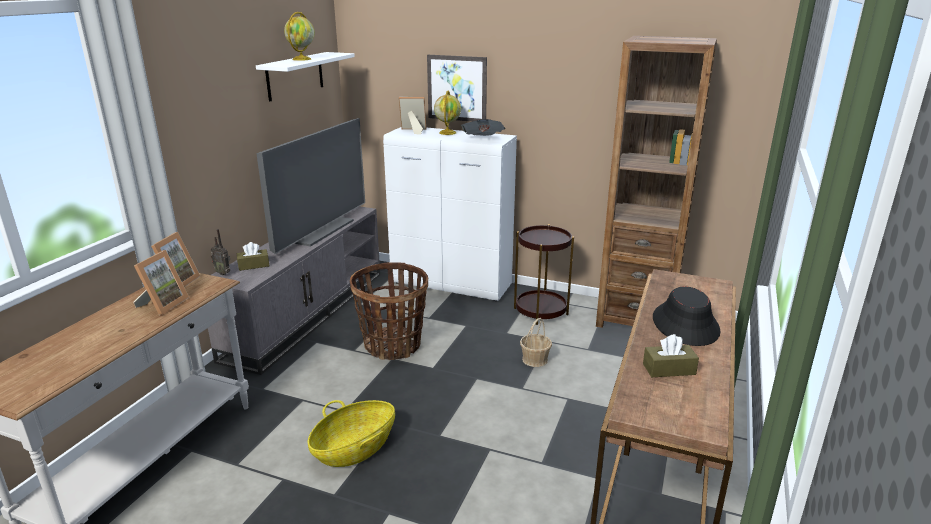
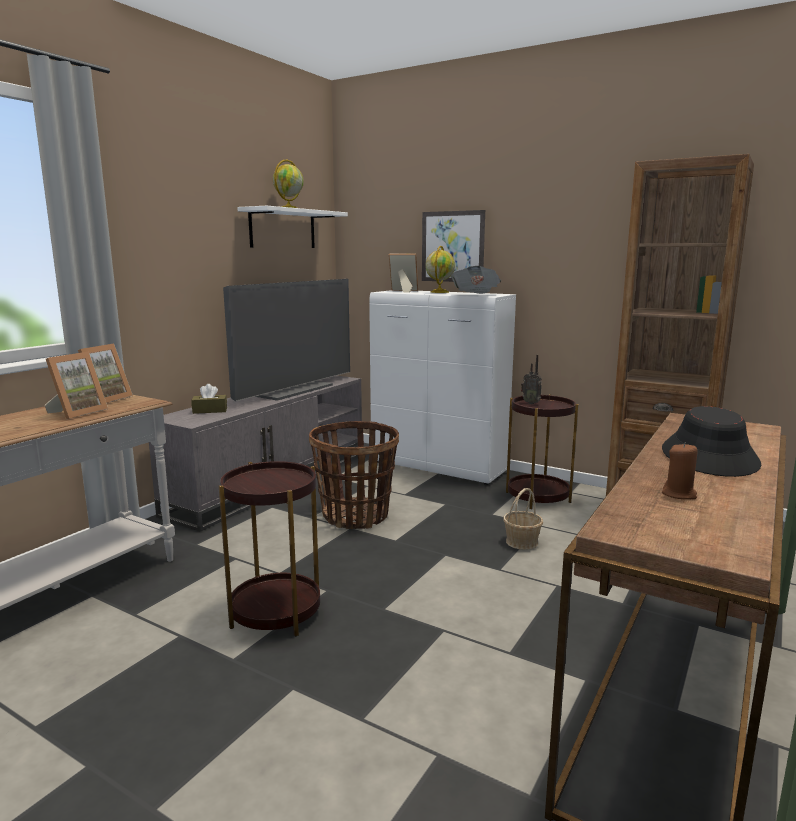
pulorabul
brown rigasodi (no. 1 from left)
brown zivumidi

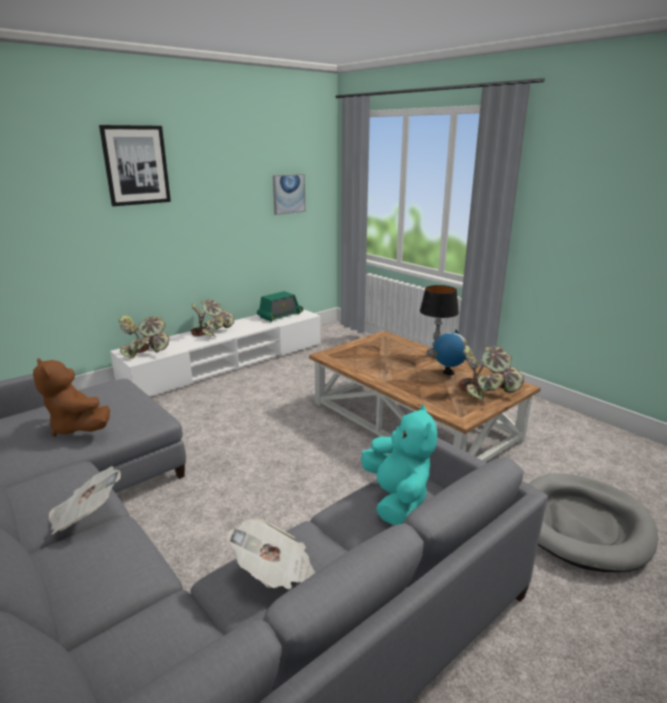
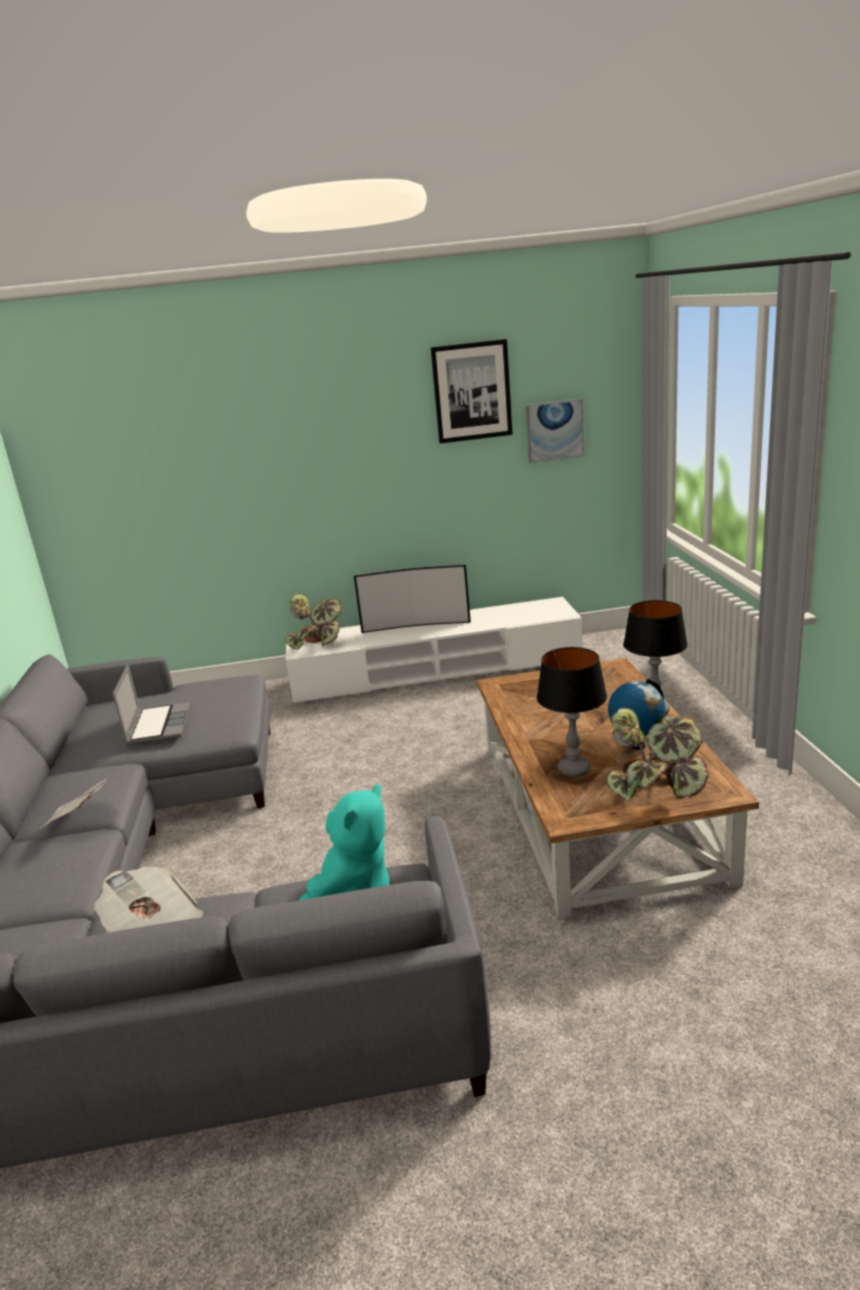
pulorabul
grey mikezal
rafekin (no. 1 from left)
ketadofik (no. 1 from left)
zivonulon
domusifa

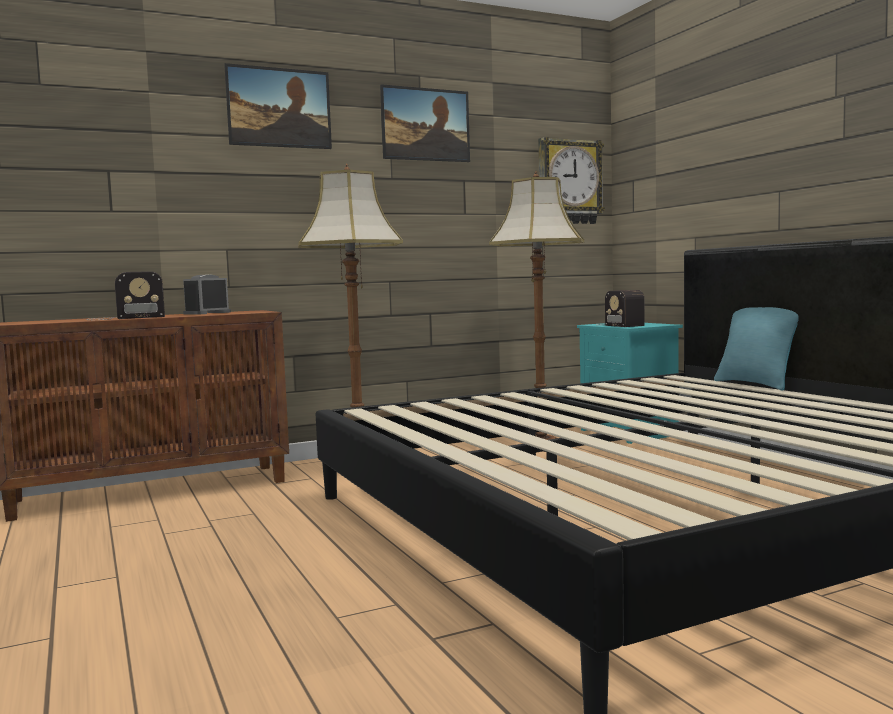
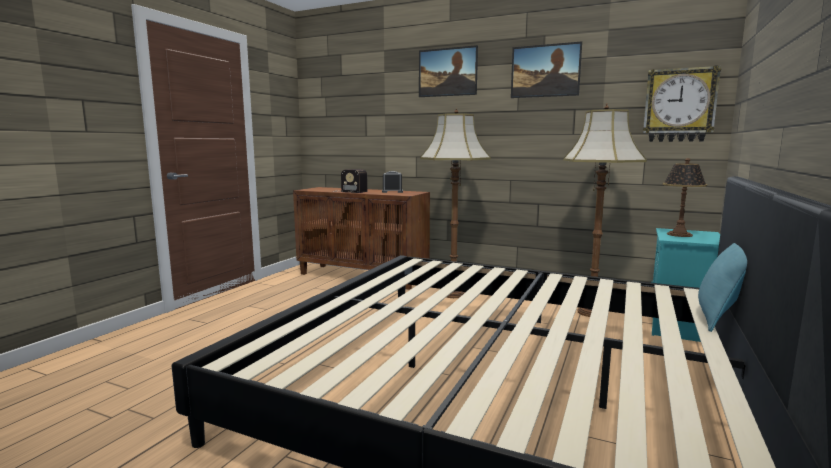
rafekin

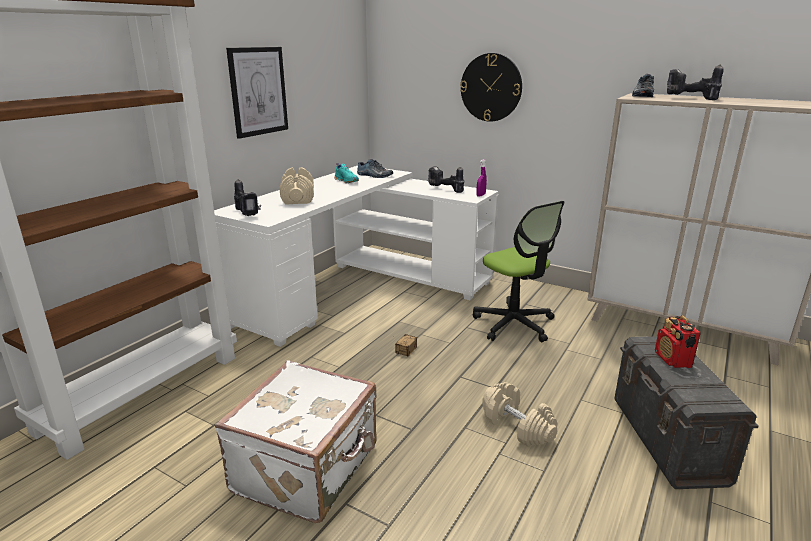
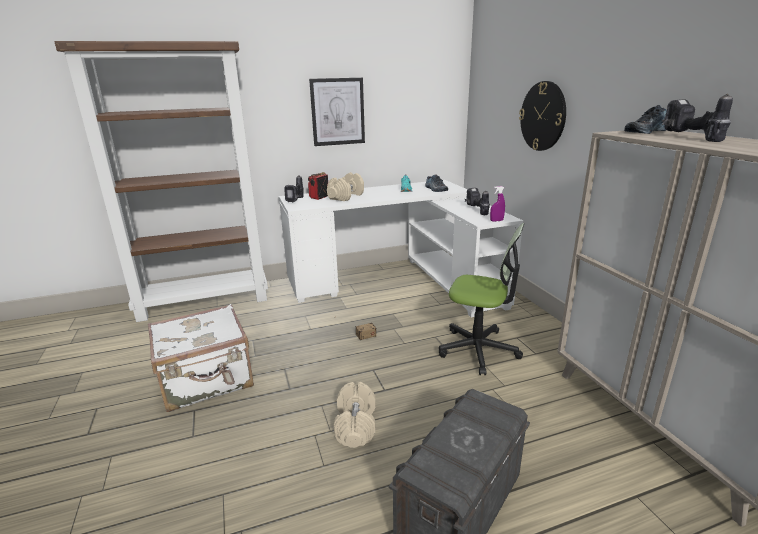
pulorabul
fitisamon

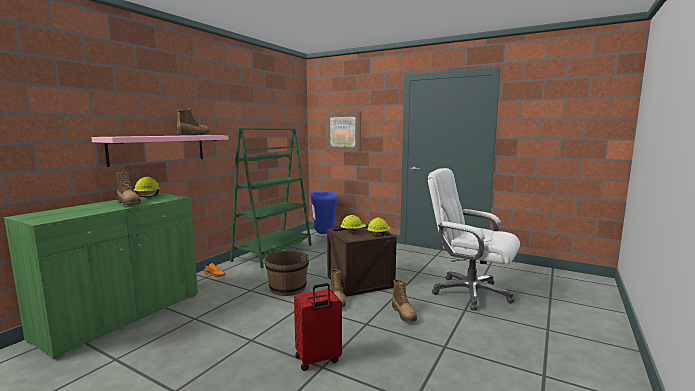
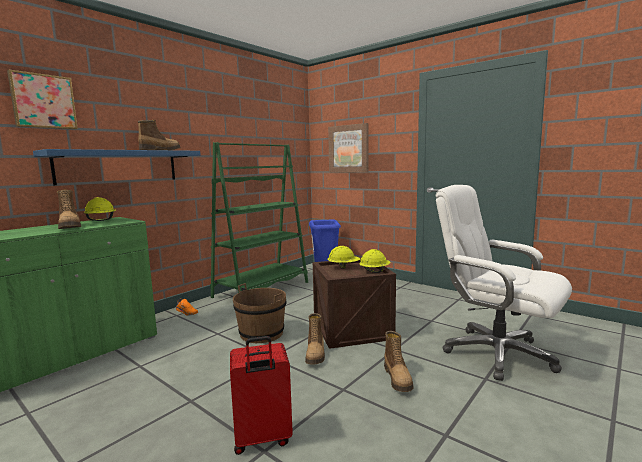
ketadofik (no. 1 from left)
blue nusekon

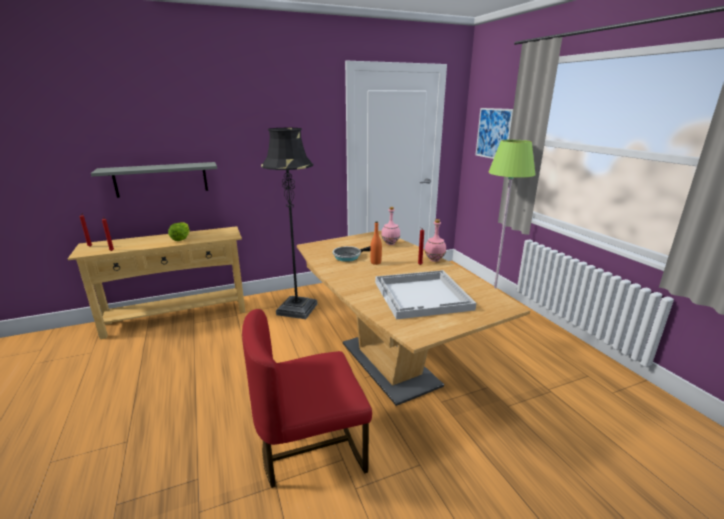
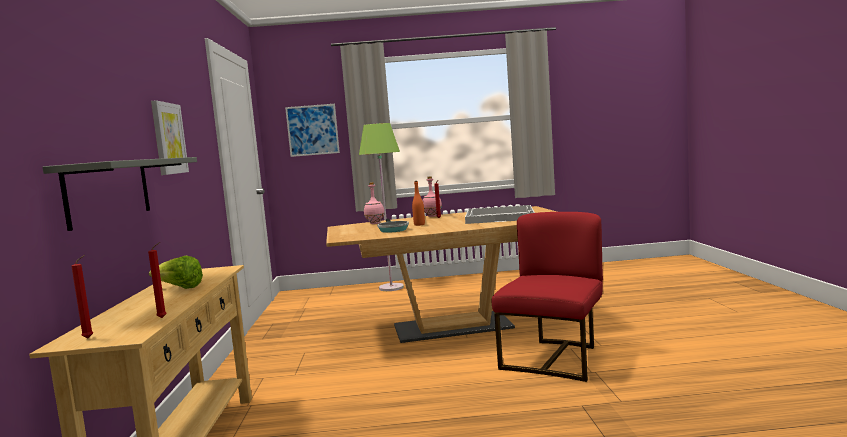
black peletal
ketadofik (no. 1 from left)
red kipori

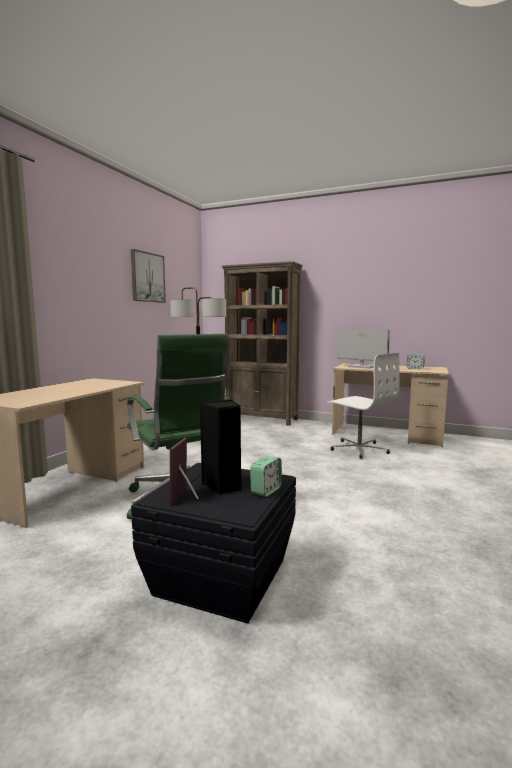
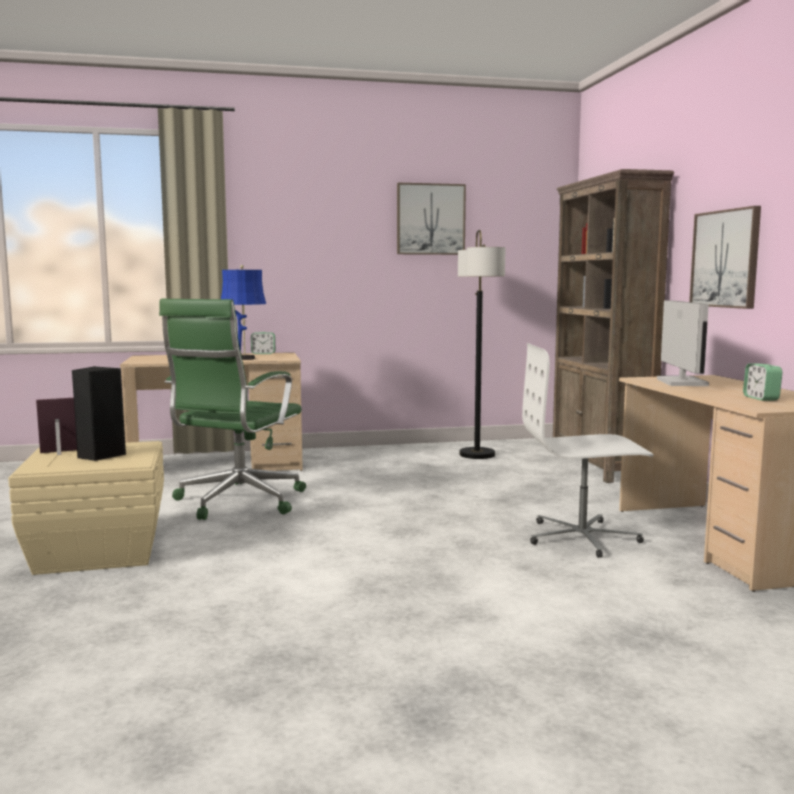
blue rafekin
ketadofik (no. 2 from left)
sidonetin (no. 1 from left)
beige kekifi
white fitisamon

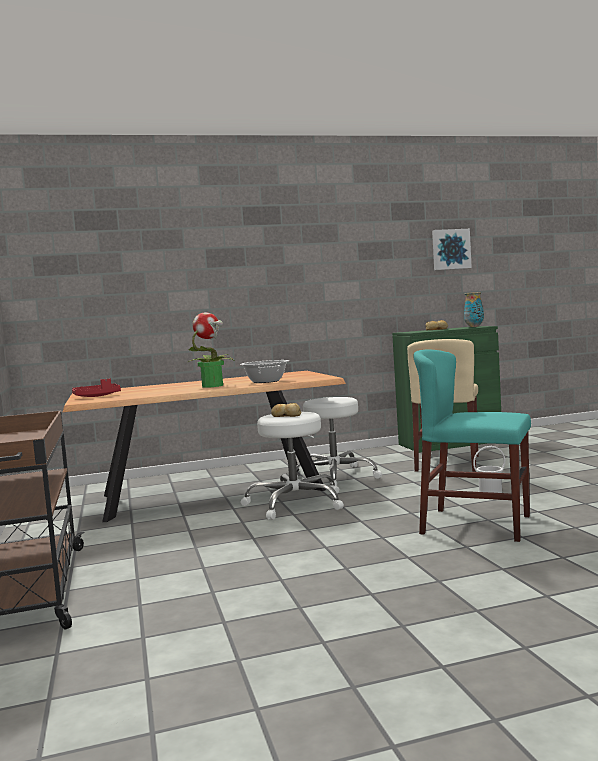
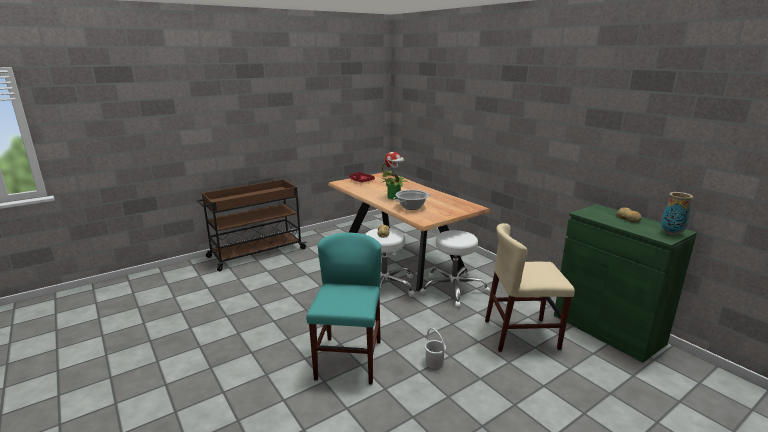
ketadofik

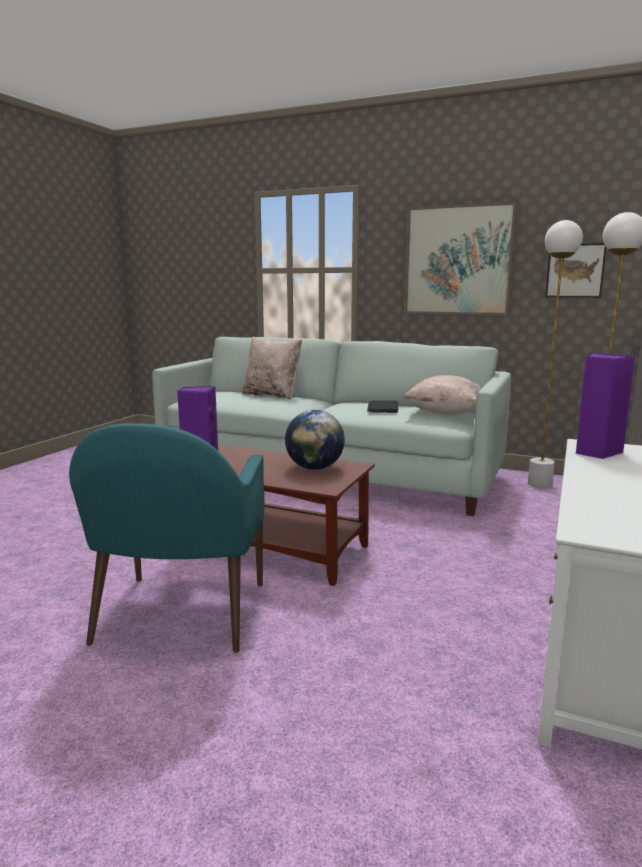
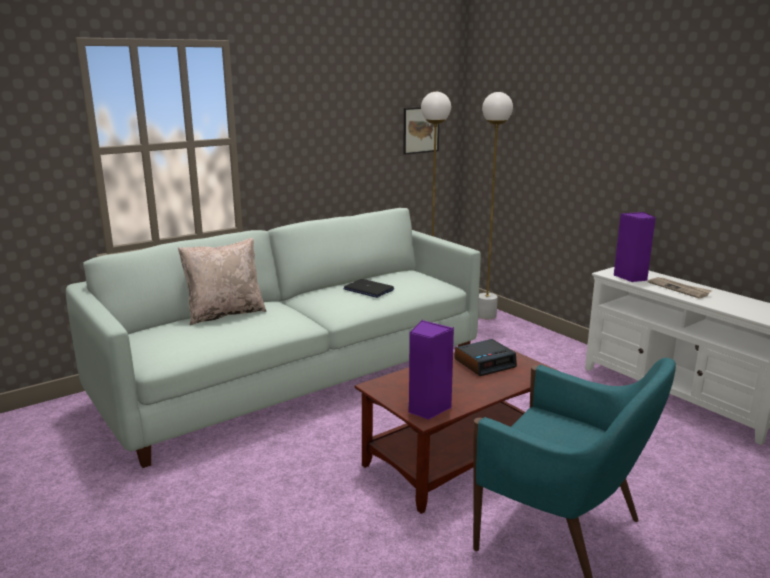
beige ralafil (no. 2 from left in the first image)
ketadofik (no. 1 from left in the first image)
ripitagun
sidonetin

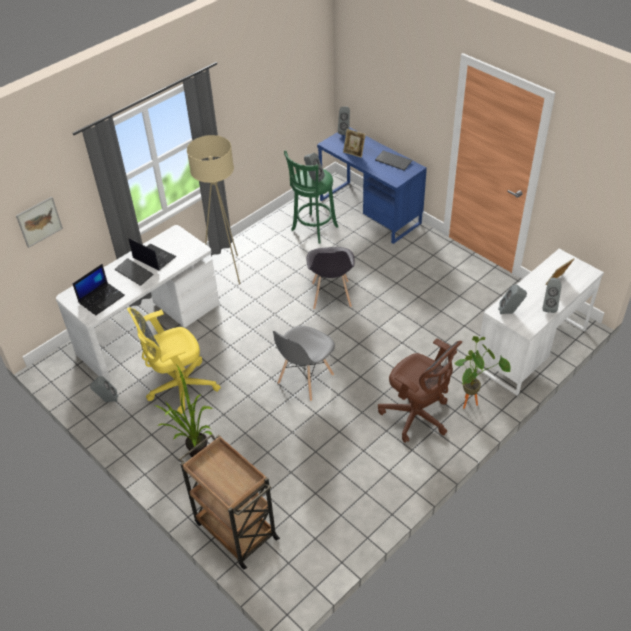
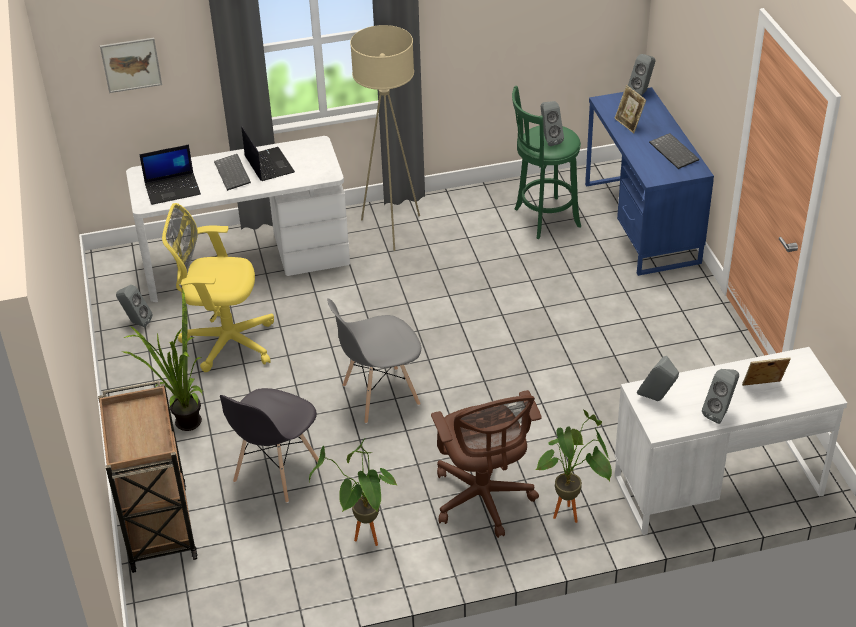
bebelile (no. 2 from left)
grey kipori (no. 1 from left)

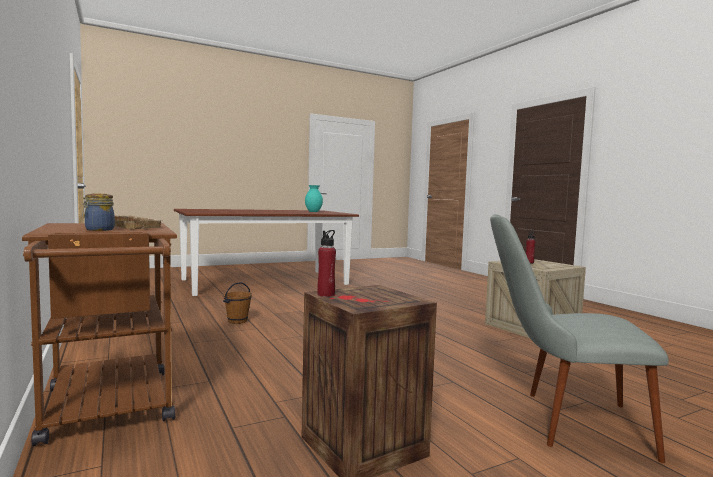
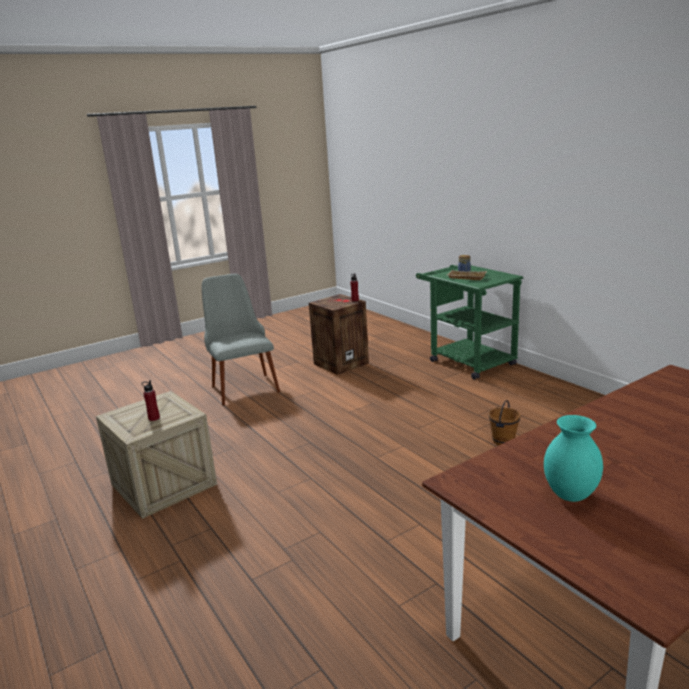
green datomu
grey kipori

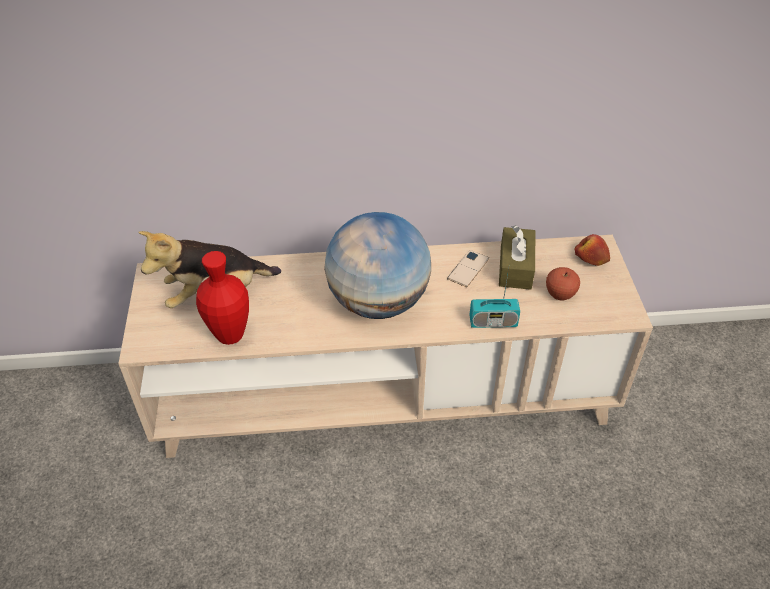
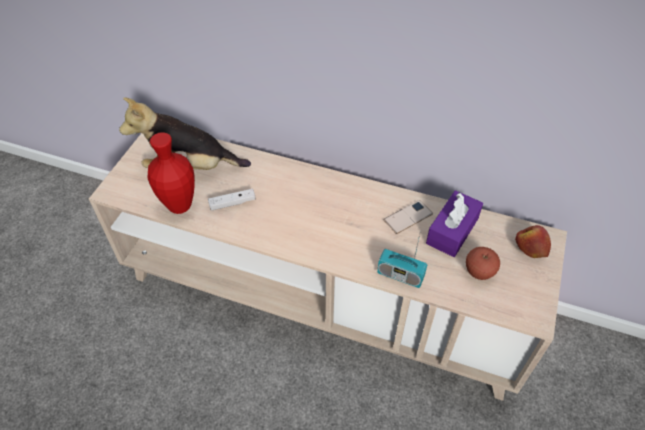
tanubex
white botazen
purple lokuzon

